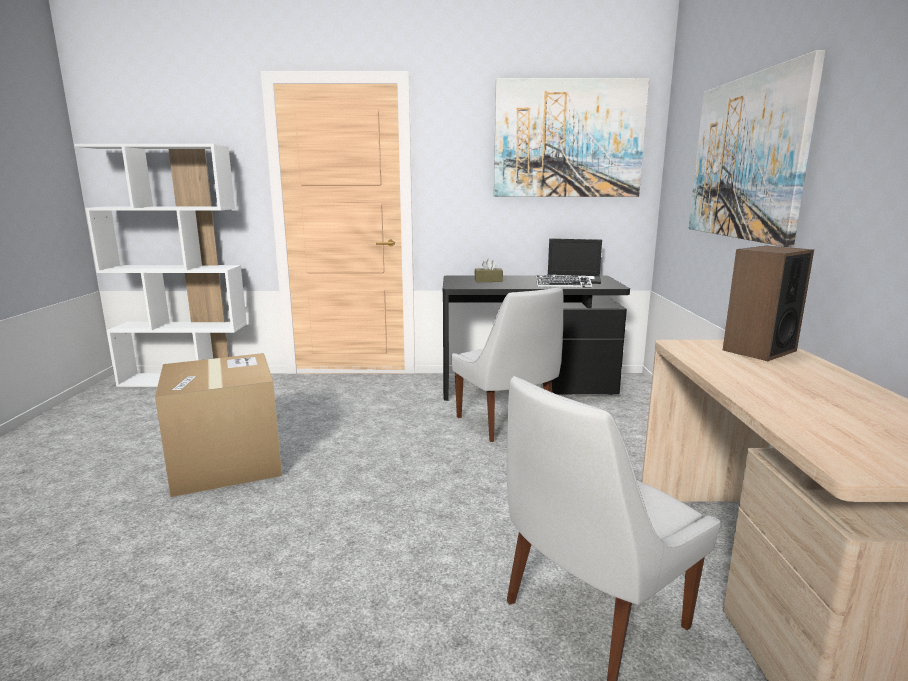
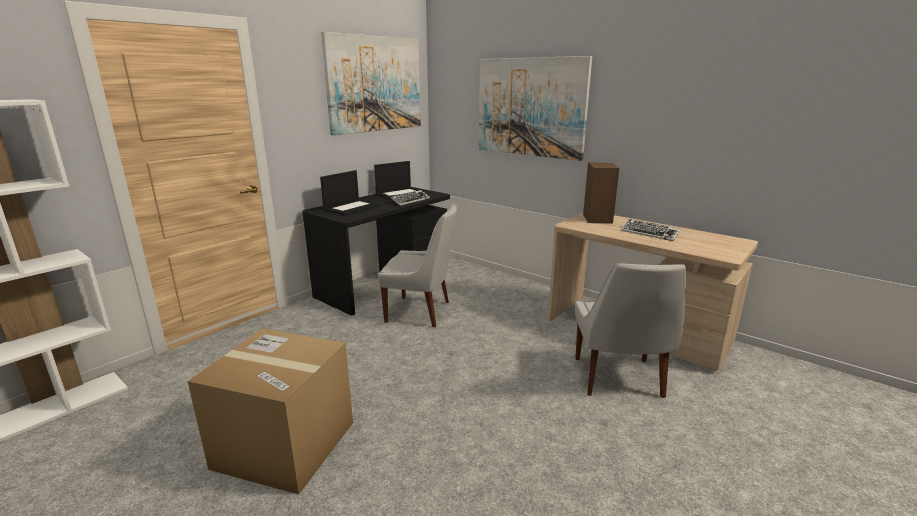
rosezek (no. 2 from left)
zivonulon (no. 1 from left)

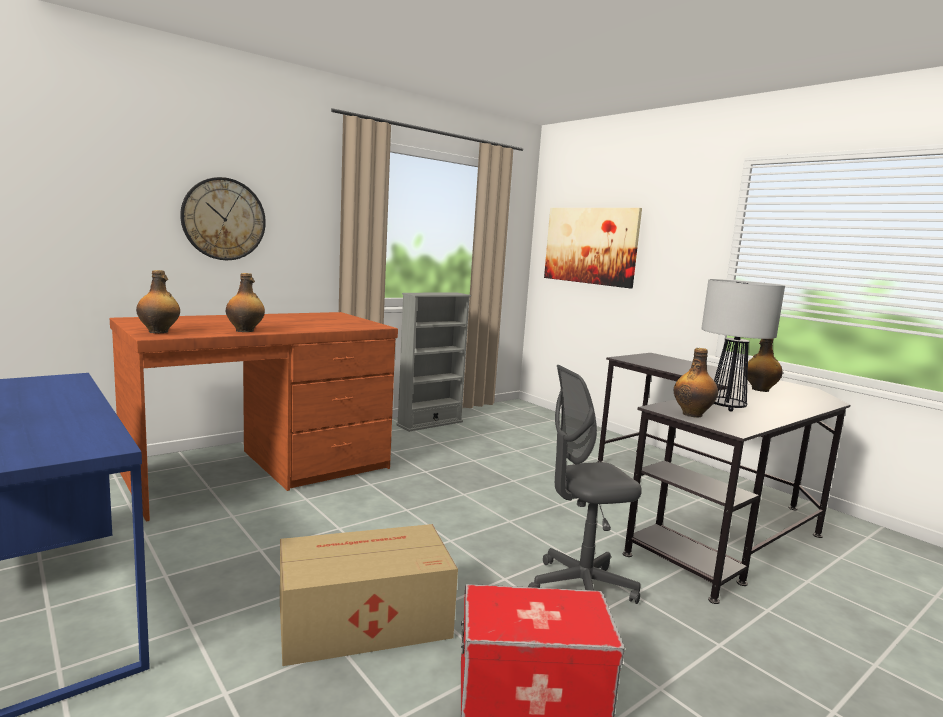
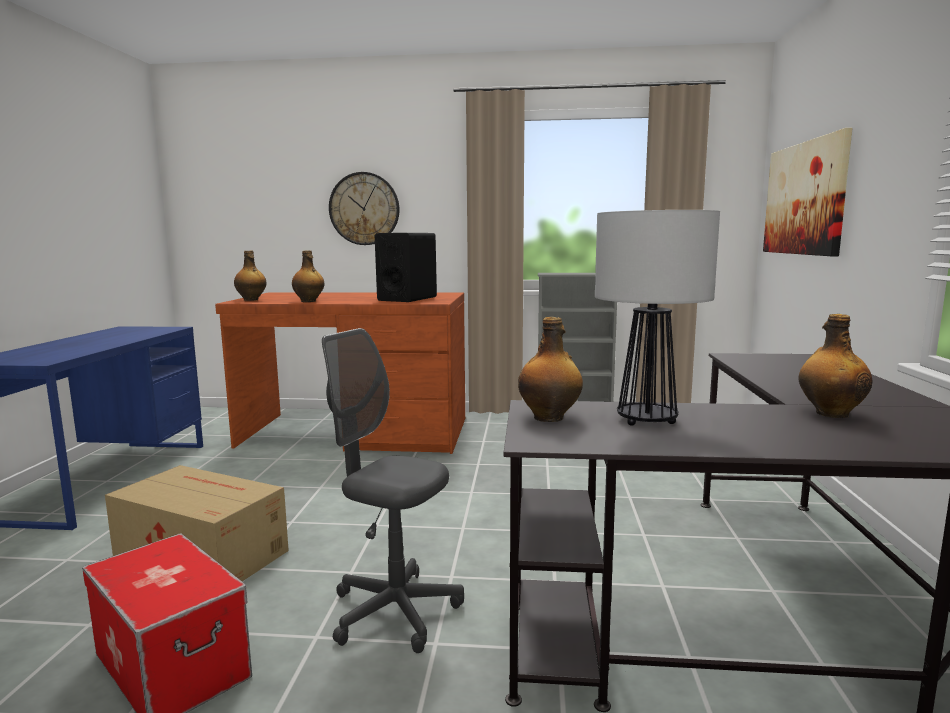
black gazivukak

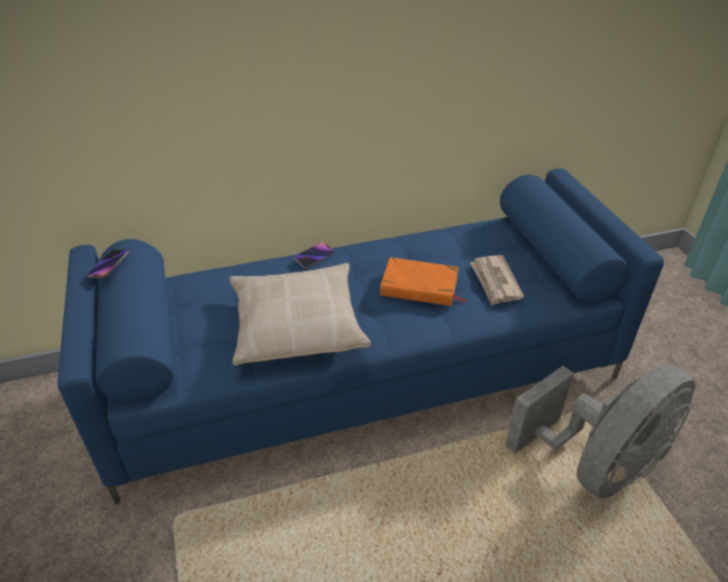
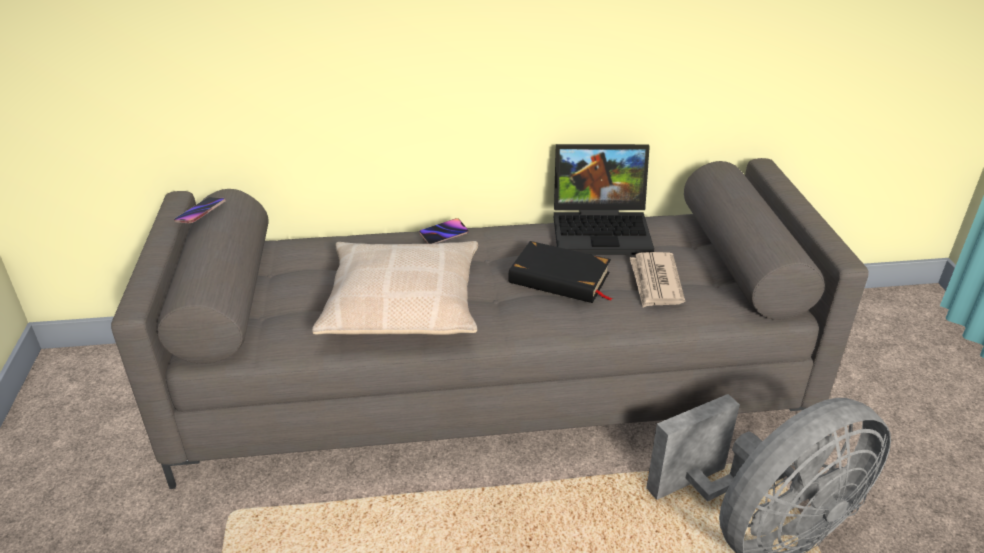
zivonulon
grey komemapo
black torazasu

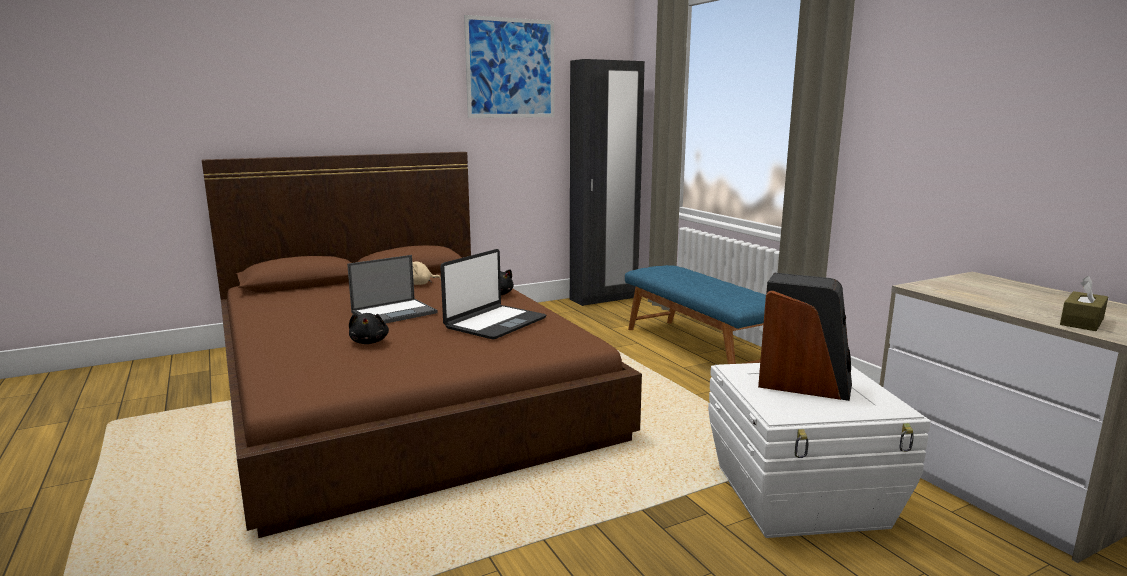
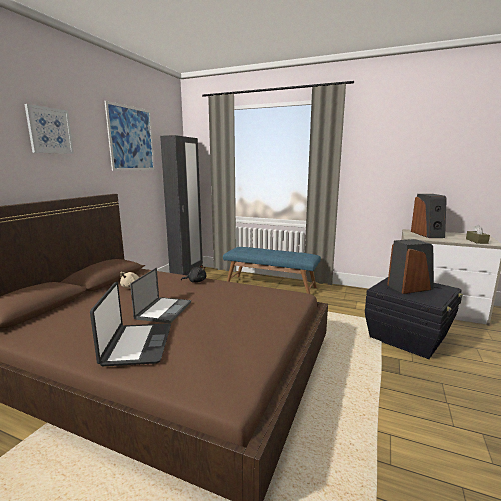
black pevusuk (no. 1 from left in the first image)
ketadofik (no. 1 from left)
gazivukak (no. 2 from left)
zivonulon (no. 1 from left)
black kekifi

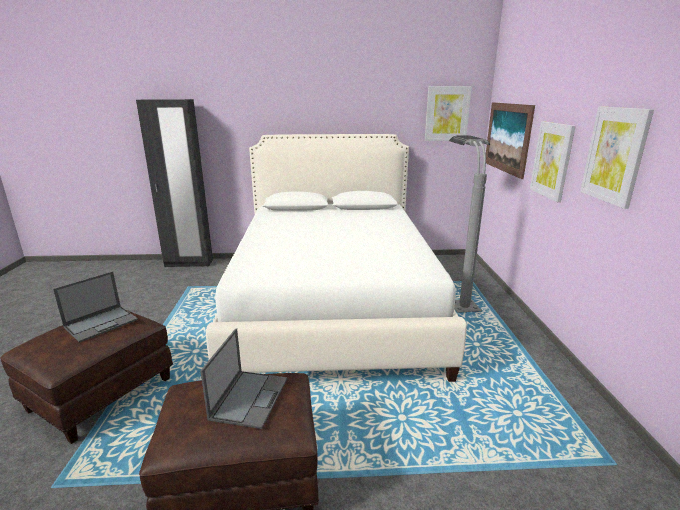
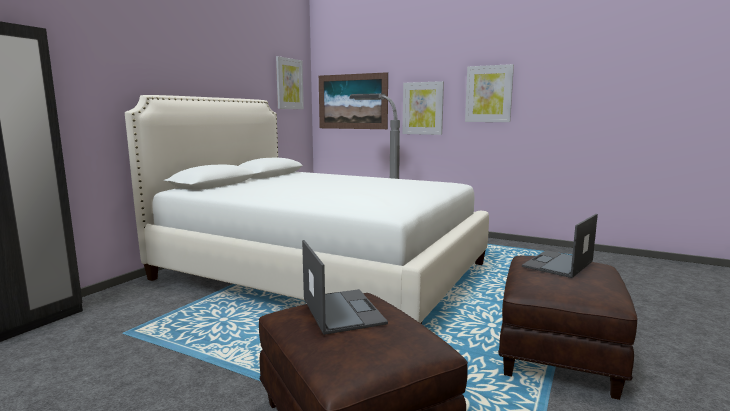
zivonulon (no. 2 from left)

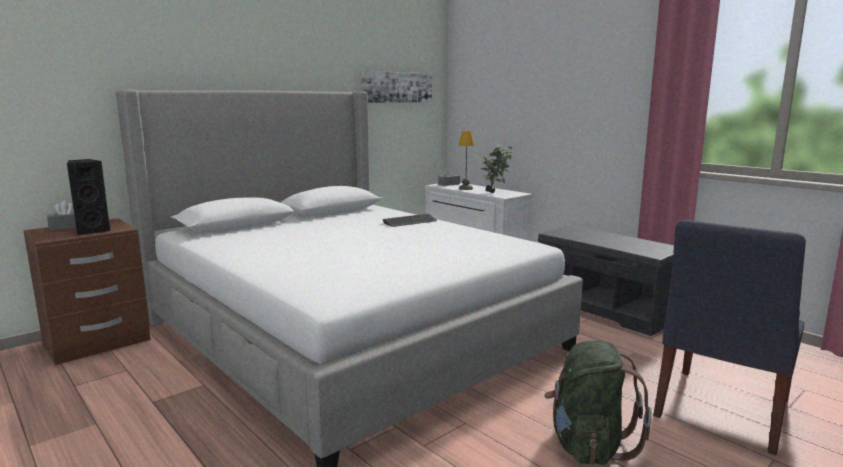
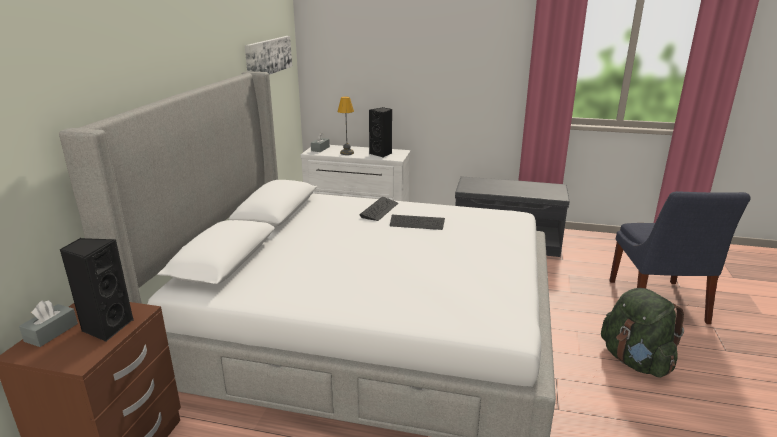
rosezek (no. 2 from left)
black gazivukak (no. 2 from left)

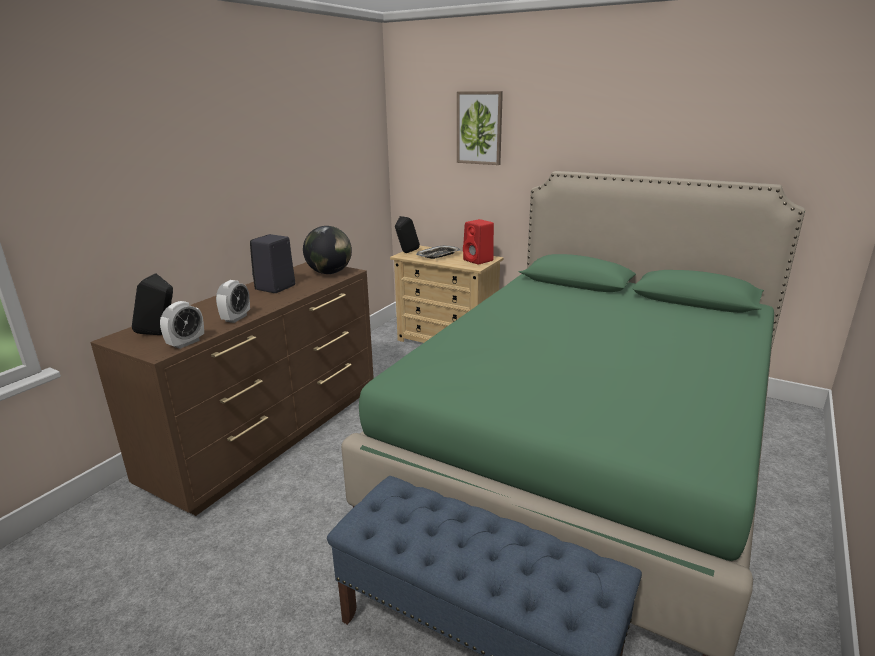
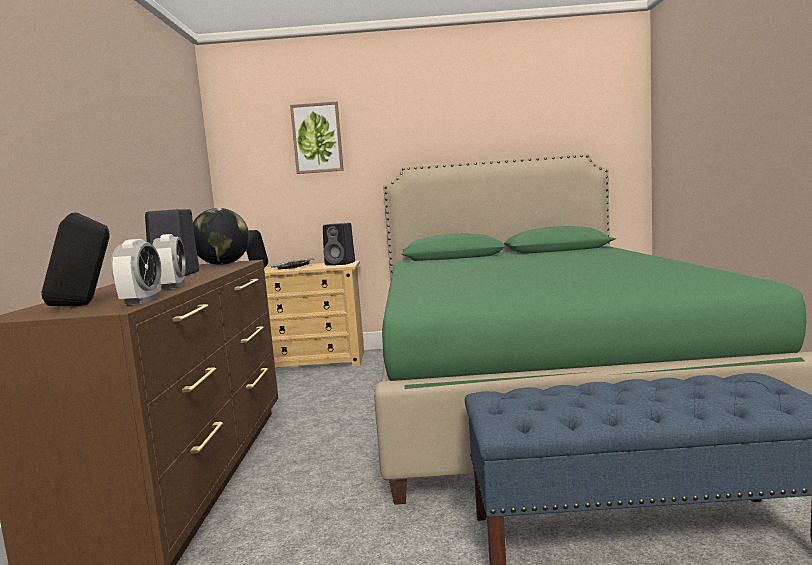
black gazivukak (no. 4 from left)

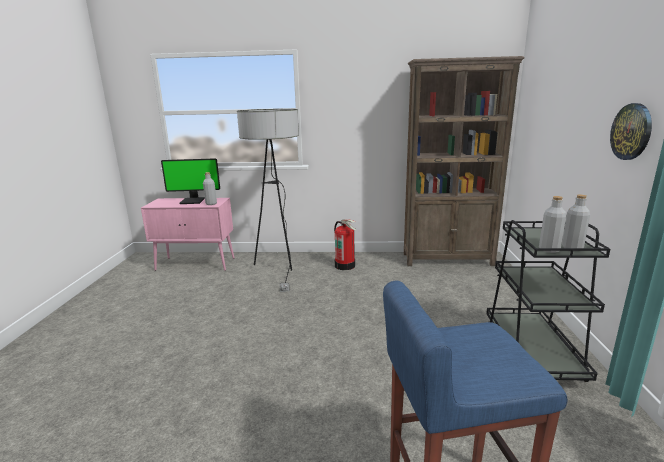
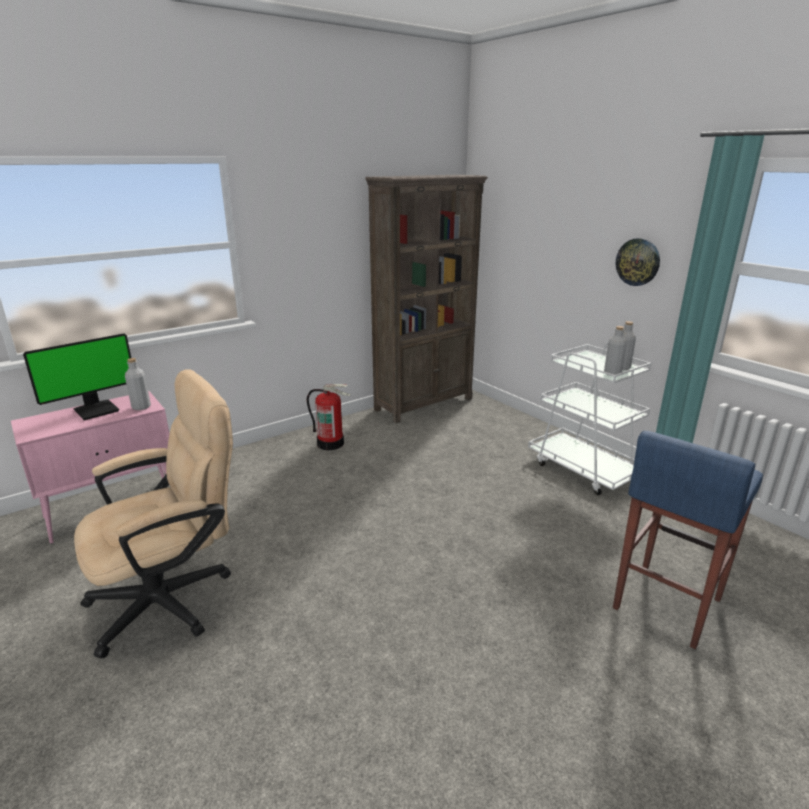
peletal
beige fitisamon
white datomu

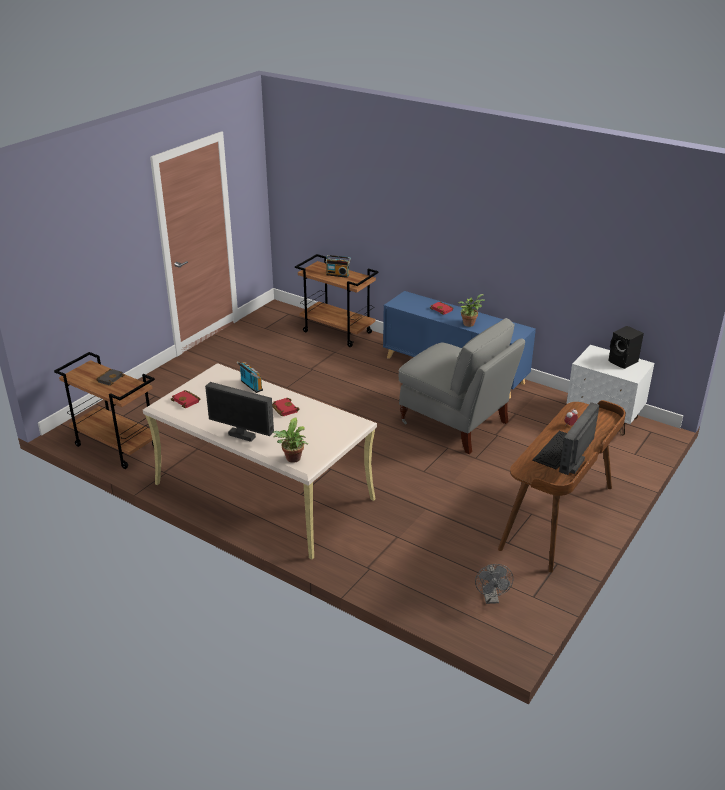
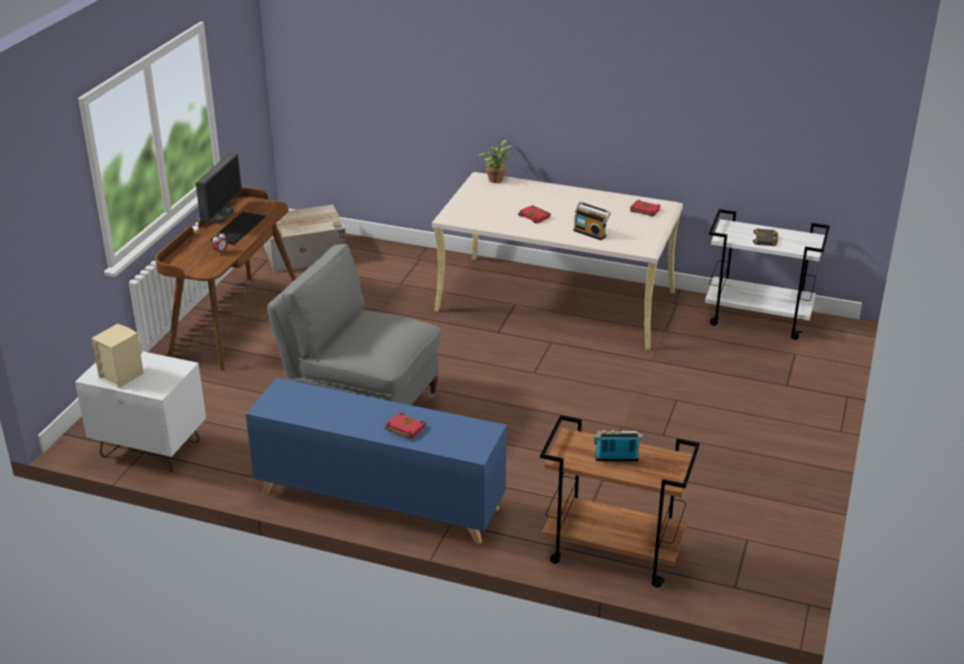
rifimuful (no. 1 from left in the first image)
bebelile (no. 2 from left in the first image)
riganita
white datomu
beige gazivukak

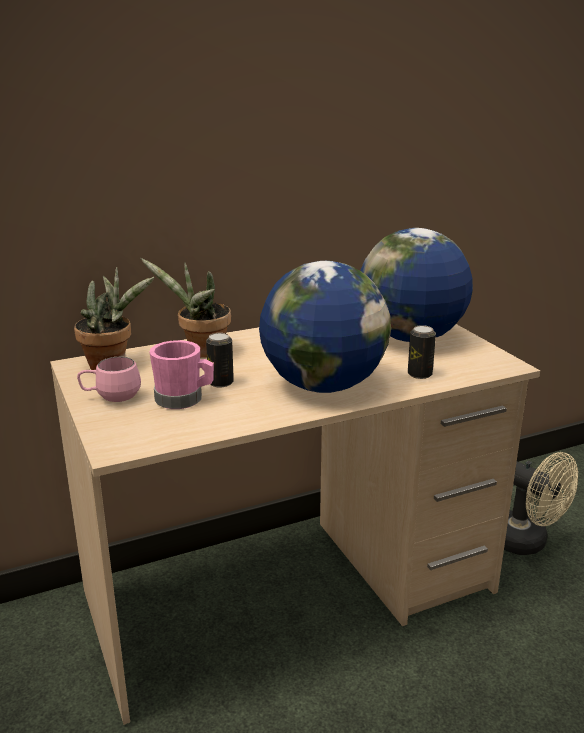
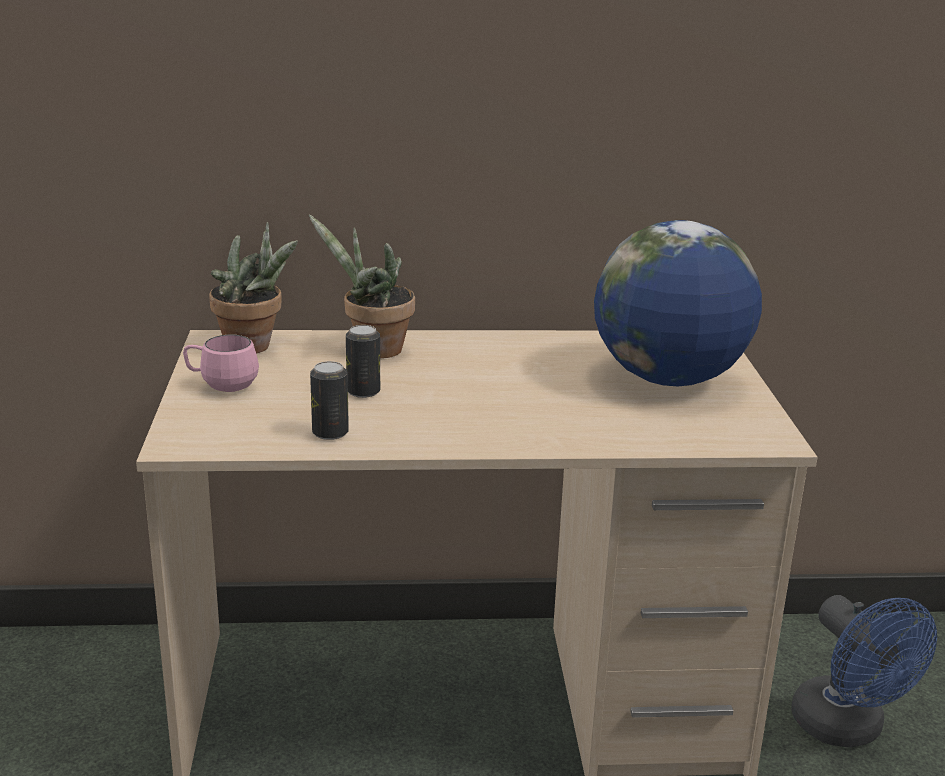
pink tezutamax (no. 2 from left in the first image)
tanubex (no. 1 from left in the first image)
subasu (no. 1 from left)
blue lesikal

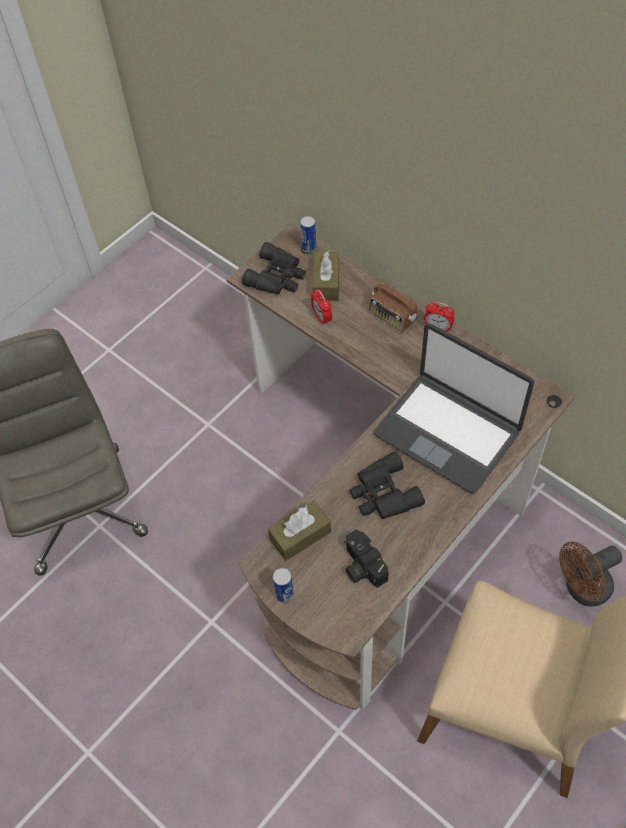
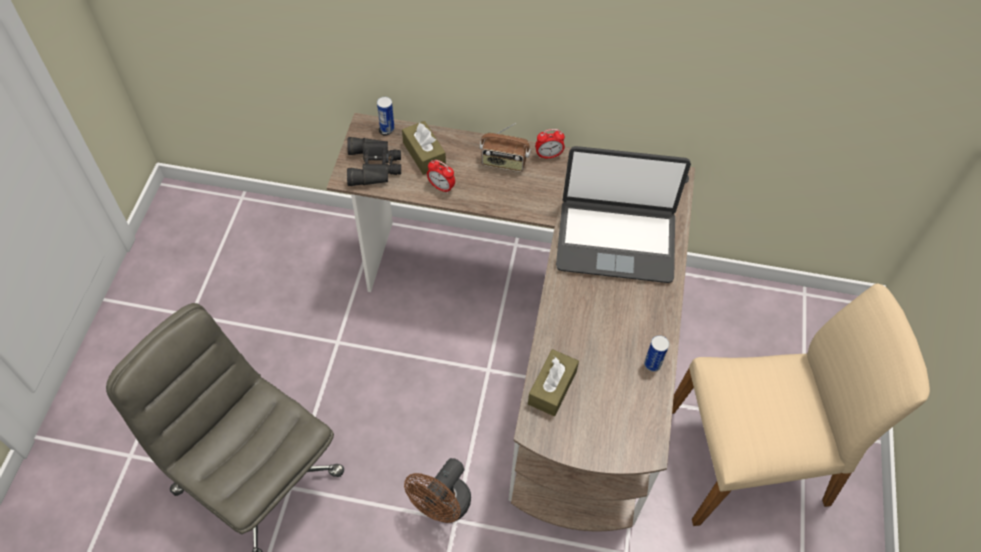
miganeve
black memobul (no. 2 from left in the first image)
subasu (no. 2 from left)
brown lesikal

